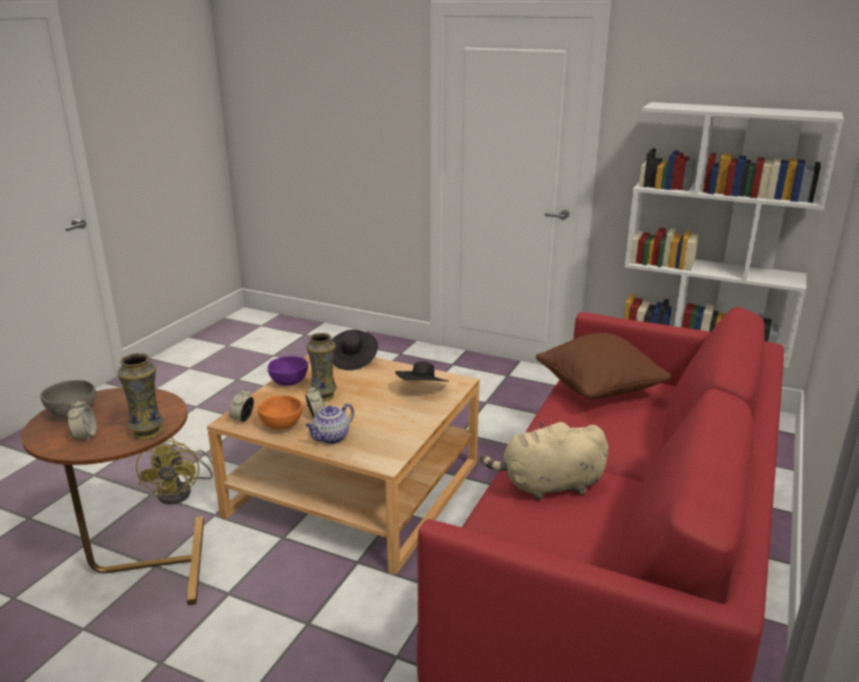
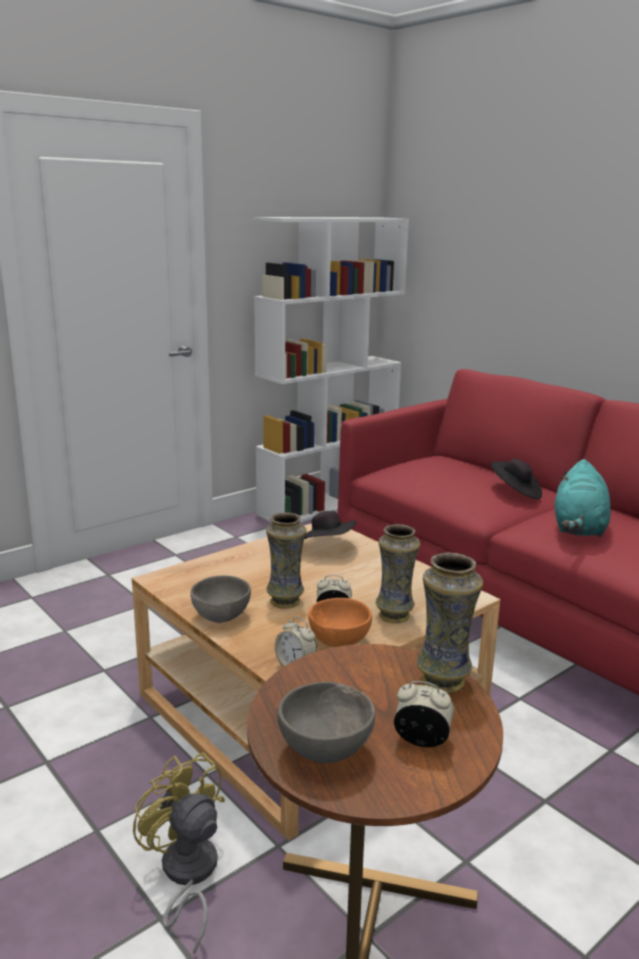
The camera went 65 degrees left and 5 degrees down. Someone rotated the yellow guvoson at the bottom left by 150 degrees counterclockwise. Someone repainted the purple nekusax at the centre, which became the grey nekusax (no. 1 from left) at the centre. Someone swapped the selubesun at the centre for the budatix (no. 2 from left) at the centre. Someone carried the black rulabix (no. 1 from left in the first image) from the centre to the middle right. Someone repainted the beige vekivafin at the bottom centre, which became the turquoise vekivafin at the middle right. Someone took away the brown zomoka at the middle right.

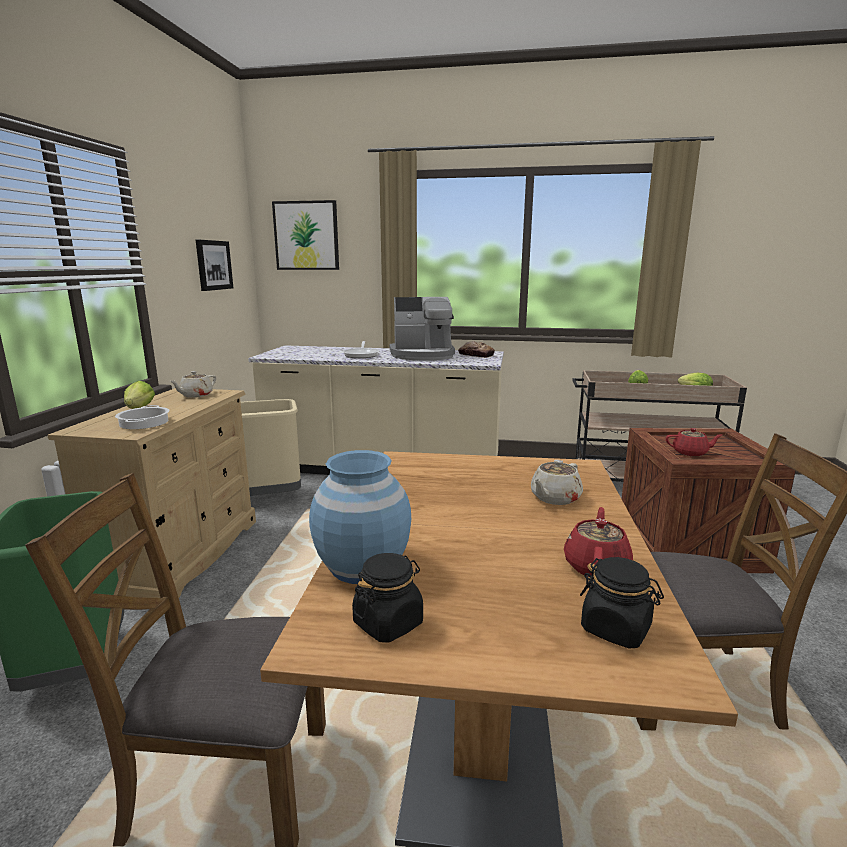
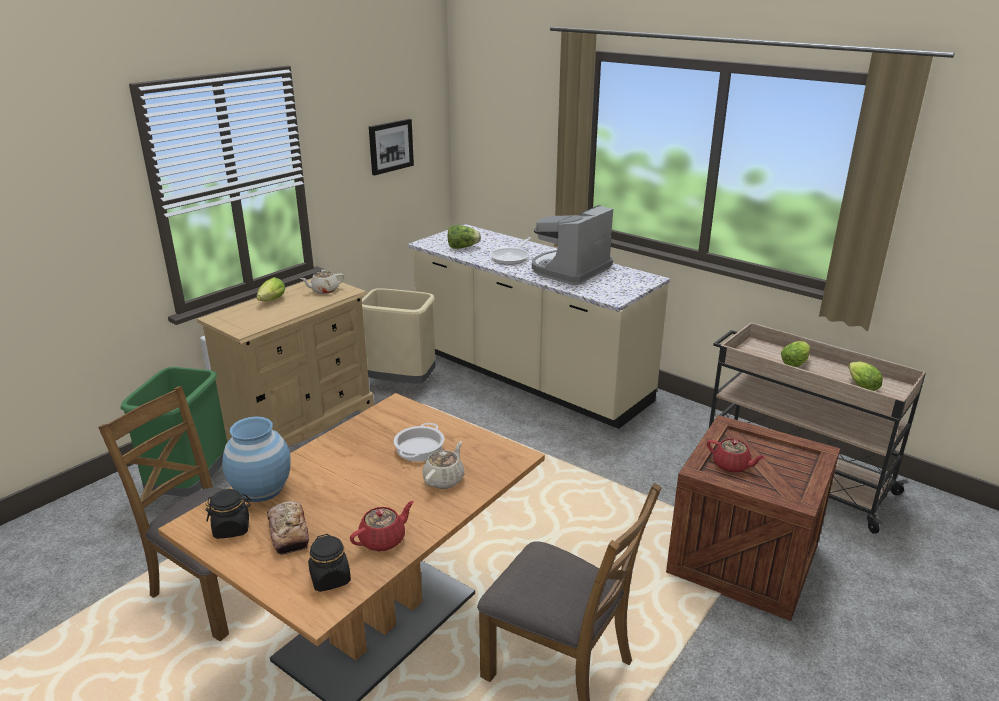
The camera went 30 degrees right and 10 degrees up. Someone carried the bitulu from the centre to the bottom left. Someone carried the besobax from the middle left to the centre. Someone rotated the beige selubesun (no. 2 from left) at the centre by 135 degrees clockwise. Someone put down the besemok (no. 2 from left) at the centre. Someone rotated the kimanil at the centre by 105 degrees clockwise. Someone took away the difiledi (no. 2 from left) at the top centre.

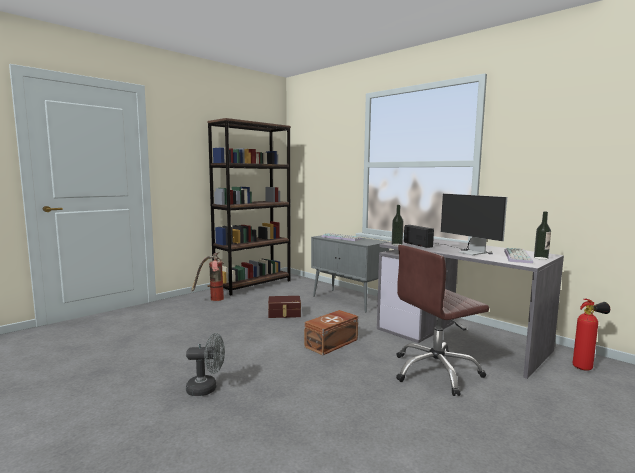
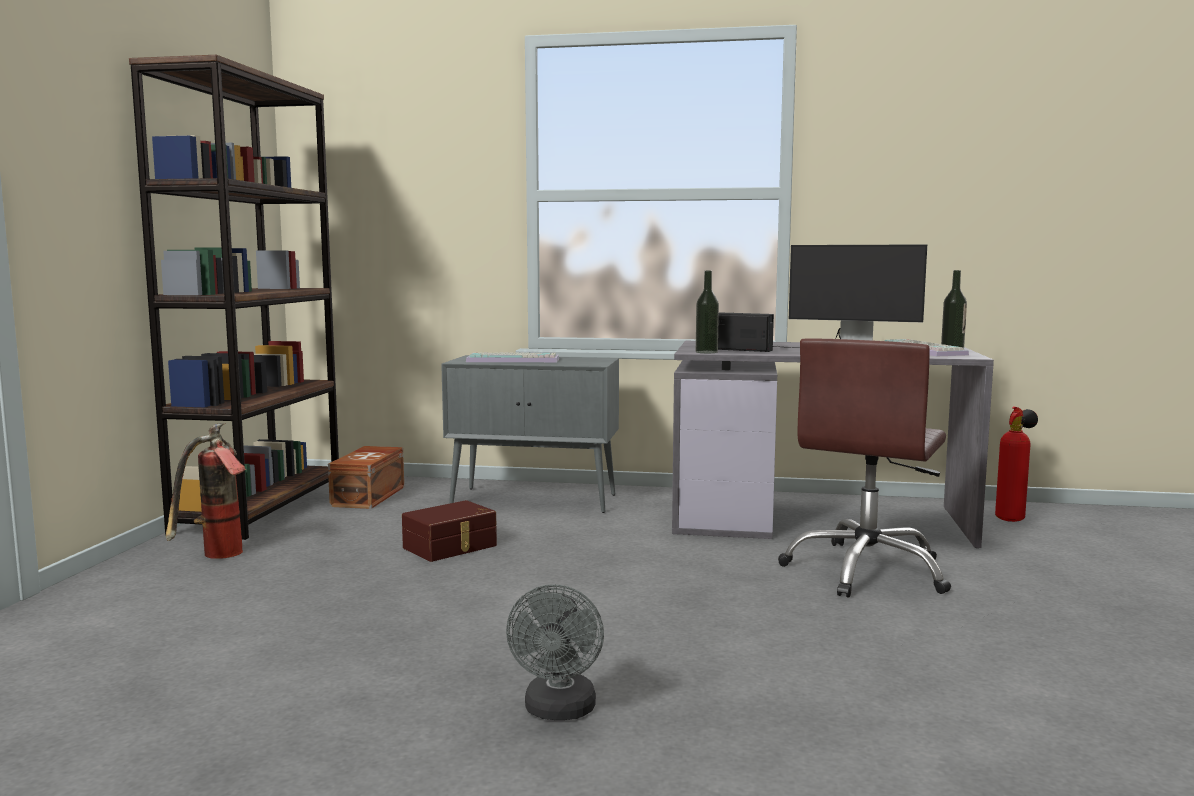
The camera went 35 degrees left and 0 degrees up. Someone carried the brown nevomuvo (no. 2 from left in the first image) from the bottom centre to the middle left. Someone rotated the grey guvoson at the bottom left by 135 degrees clockwise.

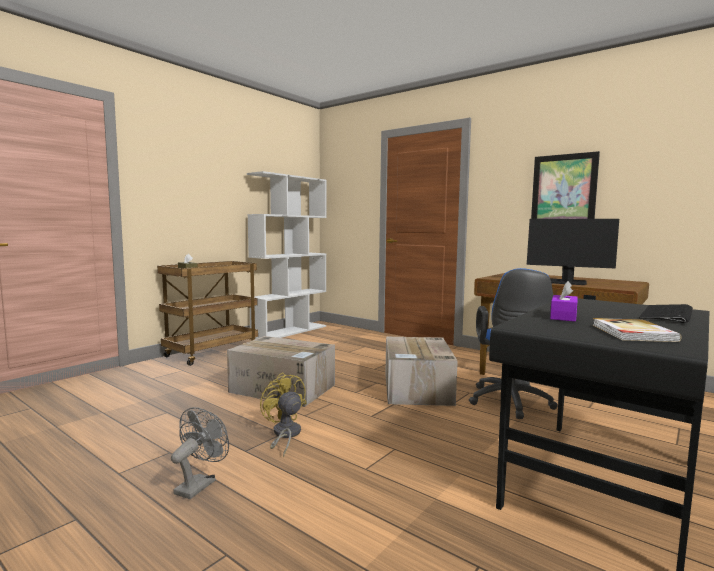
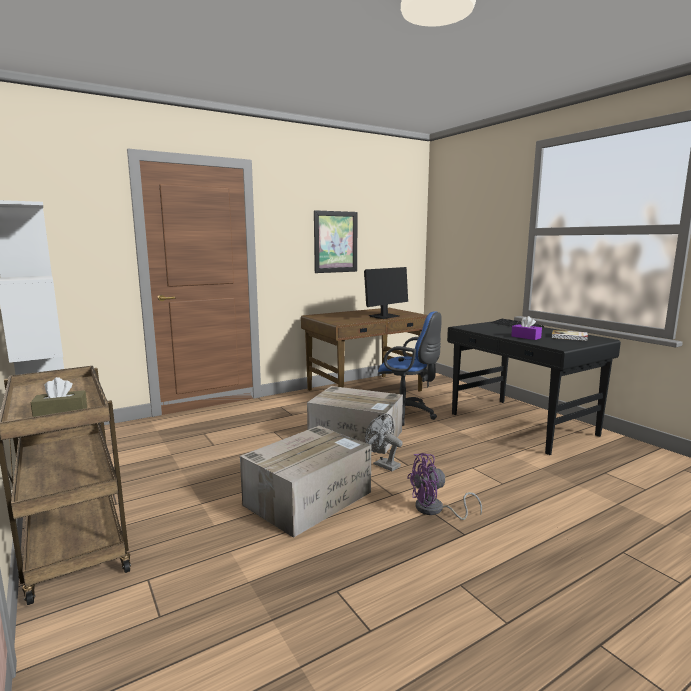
The camera went 70 degrees left and 5 degrees up. Someone carried the grey guvoson from the bottom left to the centre. Someone repainted the yellow guvoson at the bottom centre, which became the purple guvoson at the bottom centre.

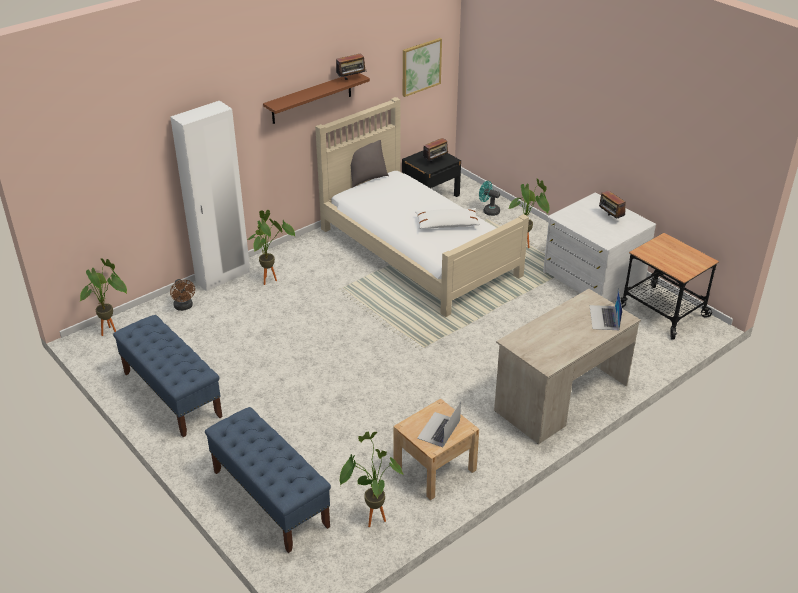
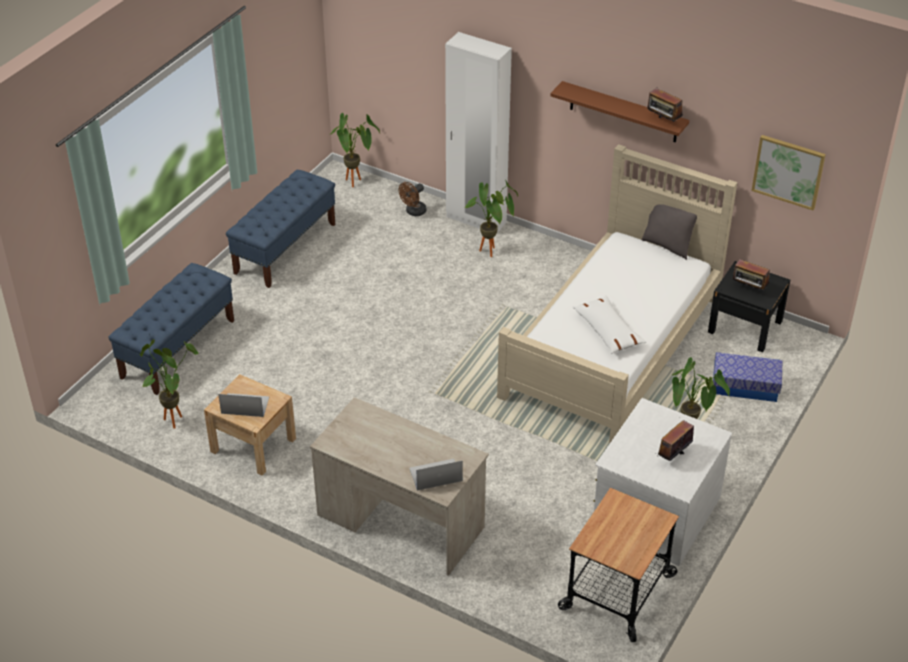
The camera went 70 degrees right and 5 degrees up. Someone swapped the turquoise guvoson at the centre for the nevomuvo at the middle right.

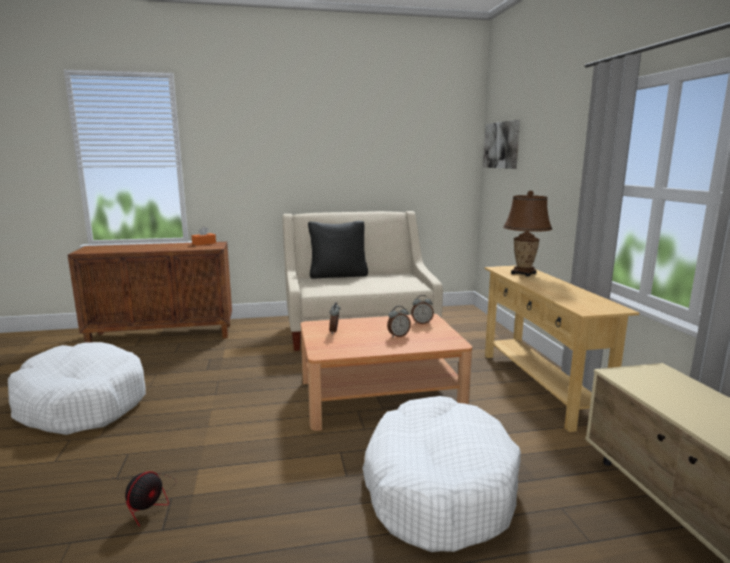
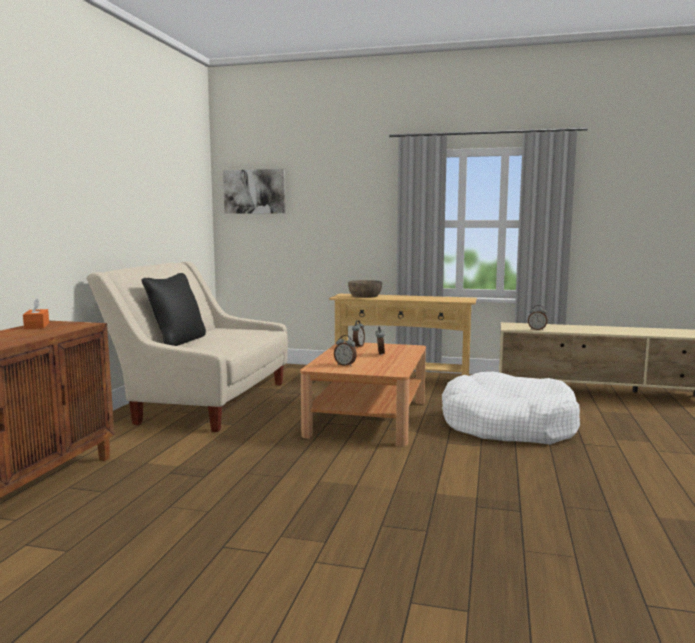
The camera went 65 degrees left and 5 degrees down. Someone swapped the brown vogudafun at the middle right for the brown nekusax at the centre. Someone put down the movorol (no. 4 from left) at the middle right. Someone took away the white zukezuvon (no. 1 from left) at the bottom left. Someone took away the guvoson at the bottom left.

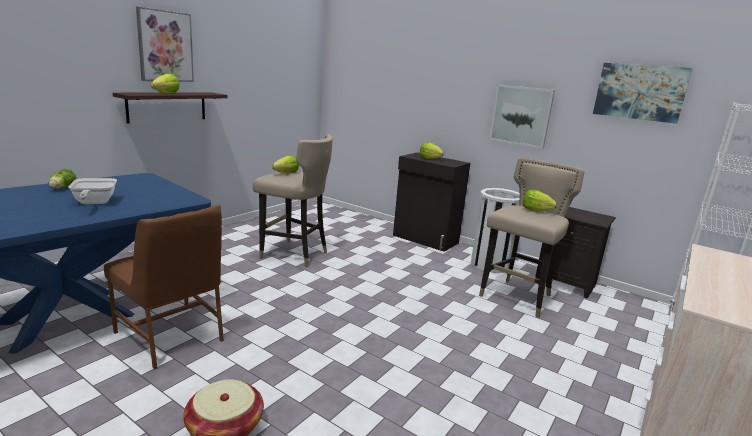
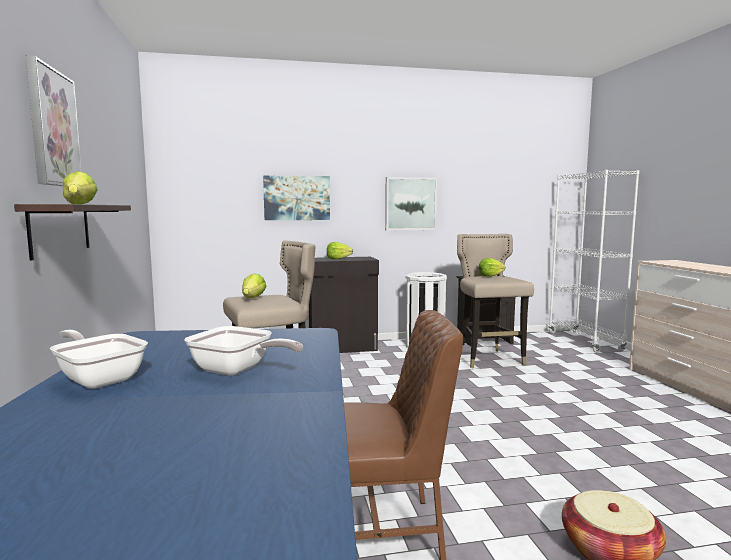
The camera went 45 degrees left and 10 degrees down. Someone swapped the besemok (no. 1 from left) at the middle left for the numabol (no. 1 from left) at the middle left. Someone carried the difiledi (no. 3 from left in the first image) from the top right to the centre.

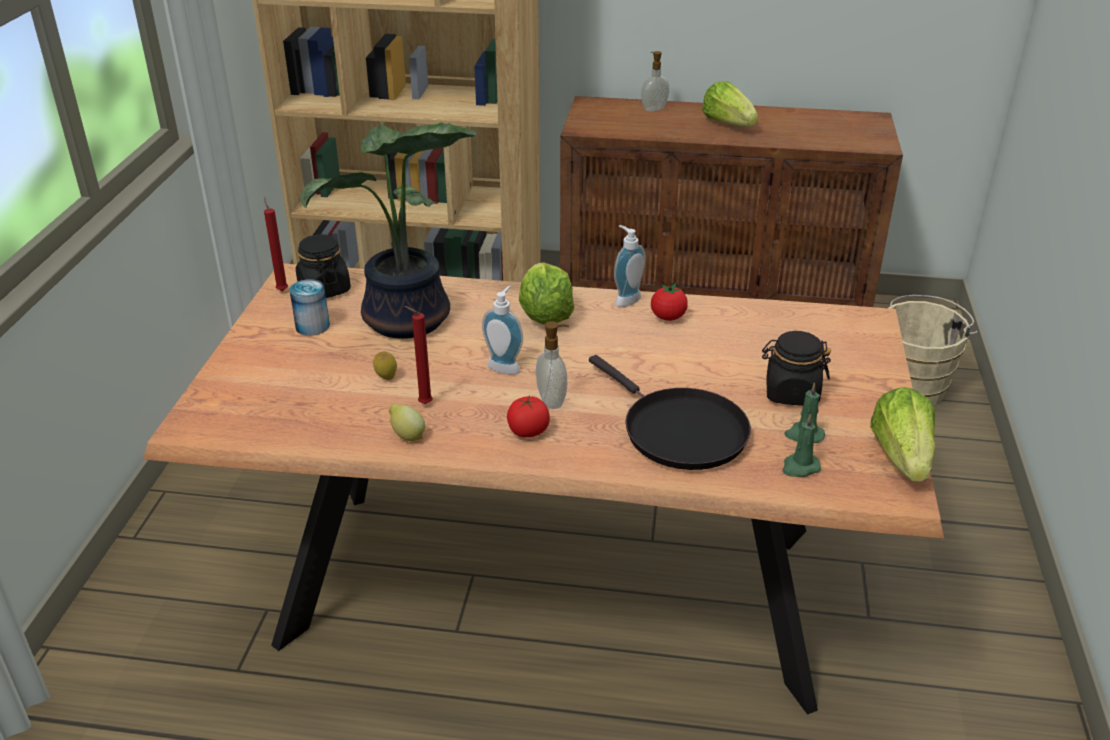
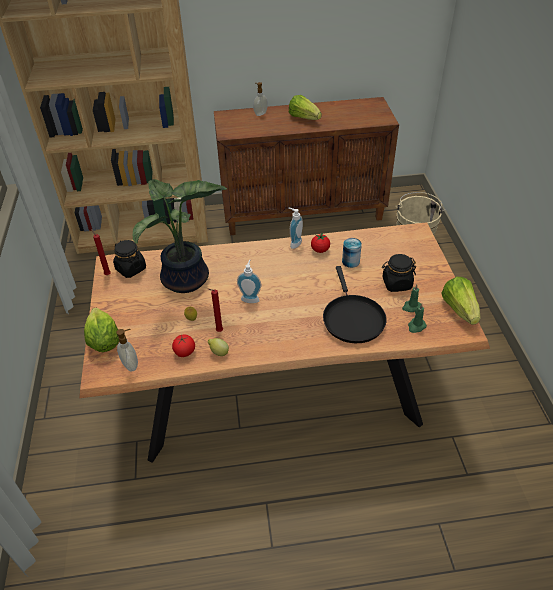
The camera went 15 degrees left and 10 degrees up. Someone carried the besemok (no. 1 from left) from the centre to the middle left. Someone carried the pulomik (no. 2 from left in the first image) from the centre to the middle left. Someone carried the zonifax (no. 1 from left) from the centre to the middle left. Someone rotated the black numabol at the centre by 45 degrees clockwise. Someone carried the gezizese from the middle left to the centre.

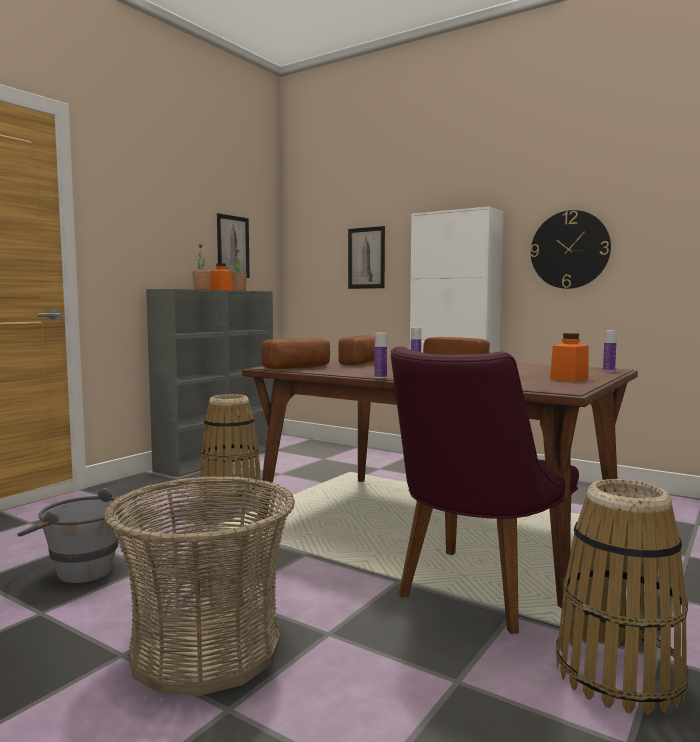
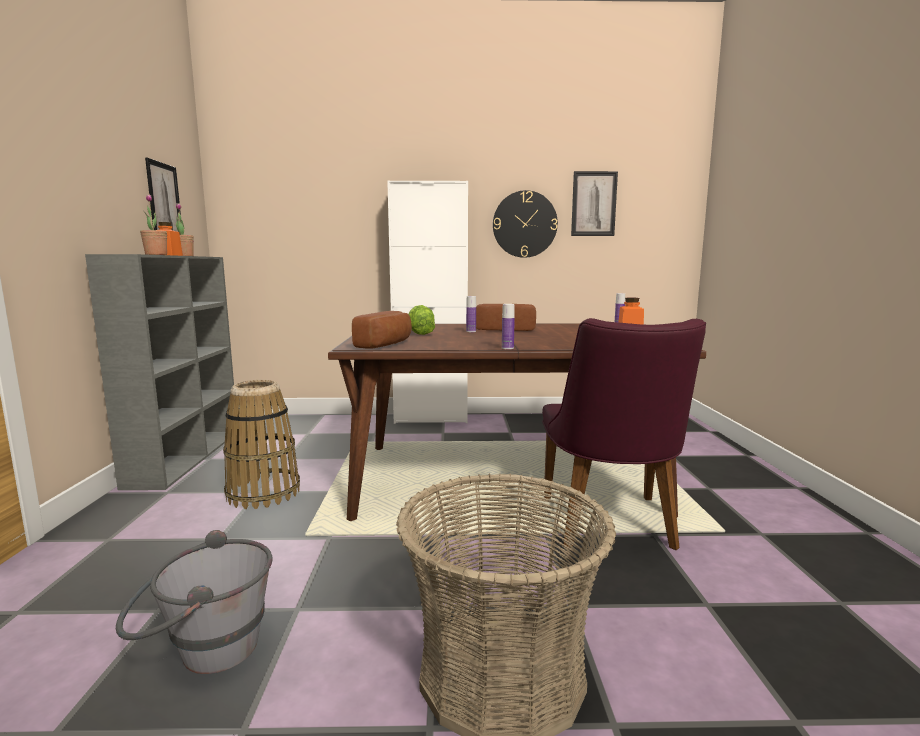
The camera went 35 degrees left and 5 degrees up. Someone swapped the bitulu (no. 2 from left) at the centre for the besemok at the centre. Someone carried the difiledi (no. 2 from left) from the centre to the top centre. Someone took away the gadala (no. 3 from left) at the bottom right.

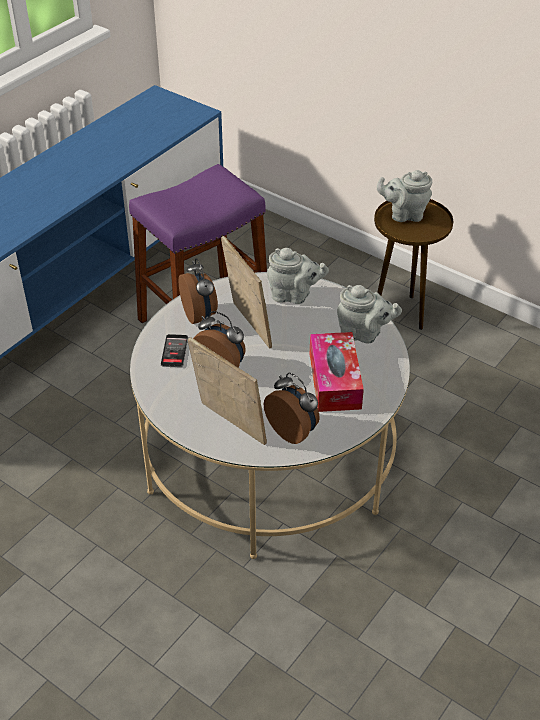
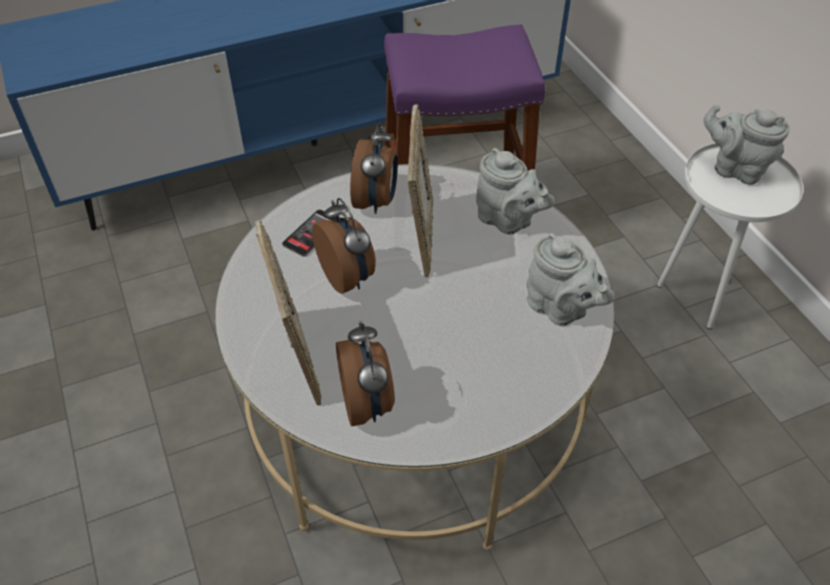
The camera went 30 degrees right and 5 degrees up. Someone repainted the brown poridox at the middle right, which became the white poridox at the middle right. Someone took away the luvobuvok at the centre.

